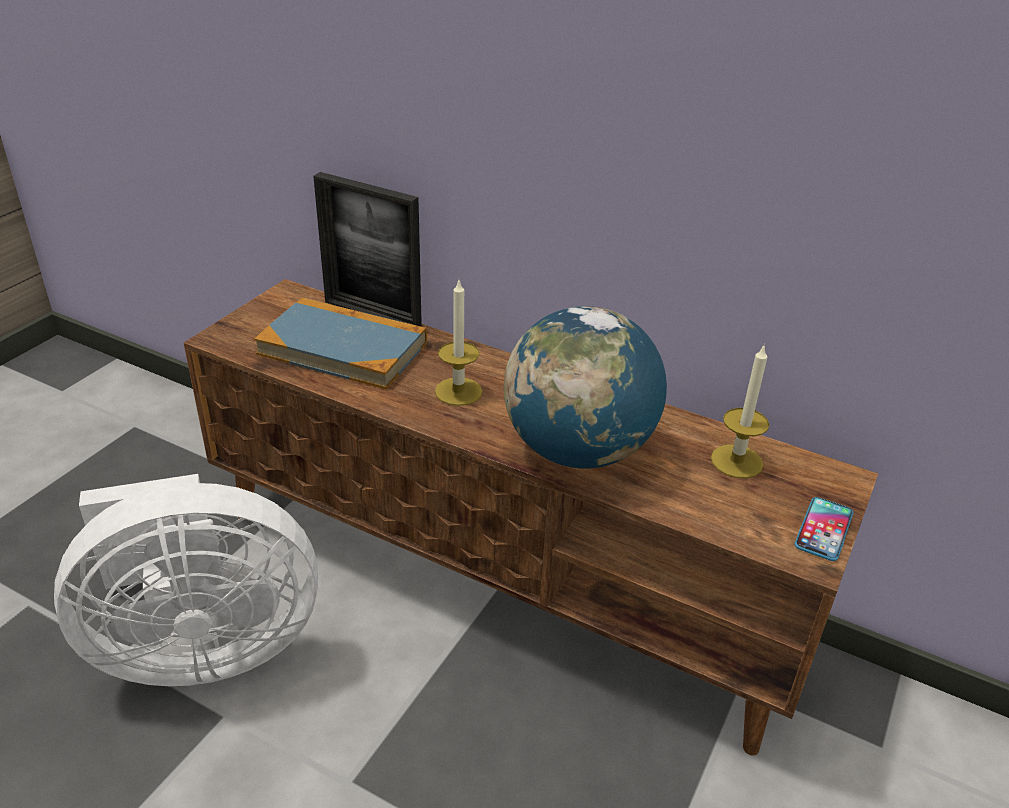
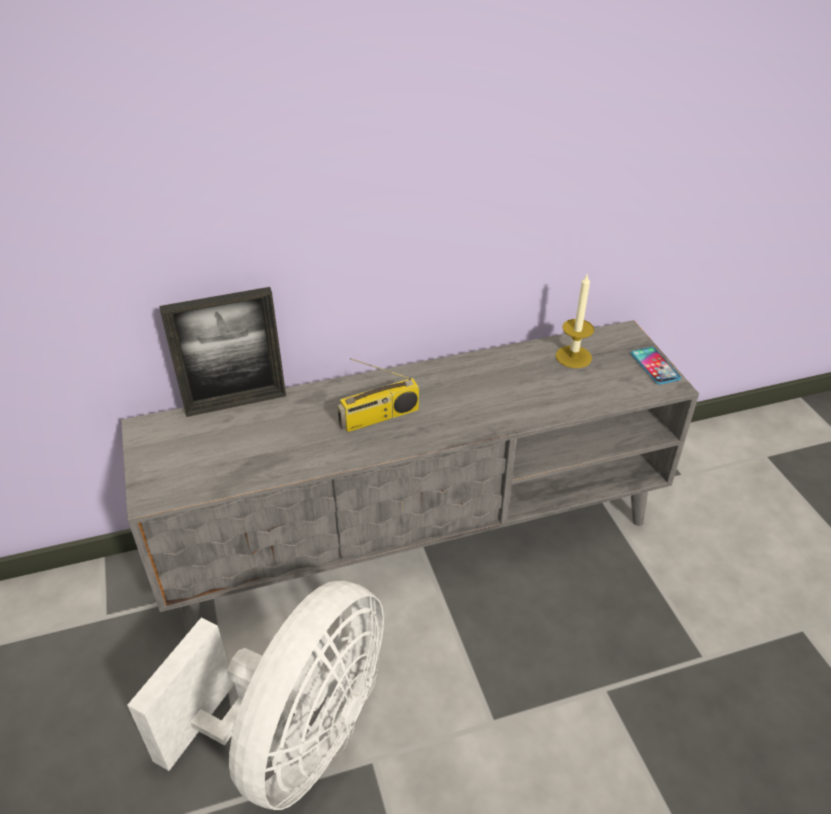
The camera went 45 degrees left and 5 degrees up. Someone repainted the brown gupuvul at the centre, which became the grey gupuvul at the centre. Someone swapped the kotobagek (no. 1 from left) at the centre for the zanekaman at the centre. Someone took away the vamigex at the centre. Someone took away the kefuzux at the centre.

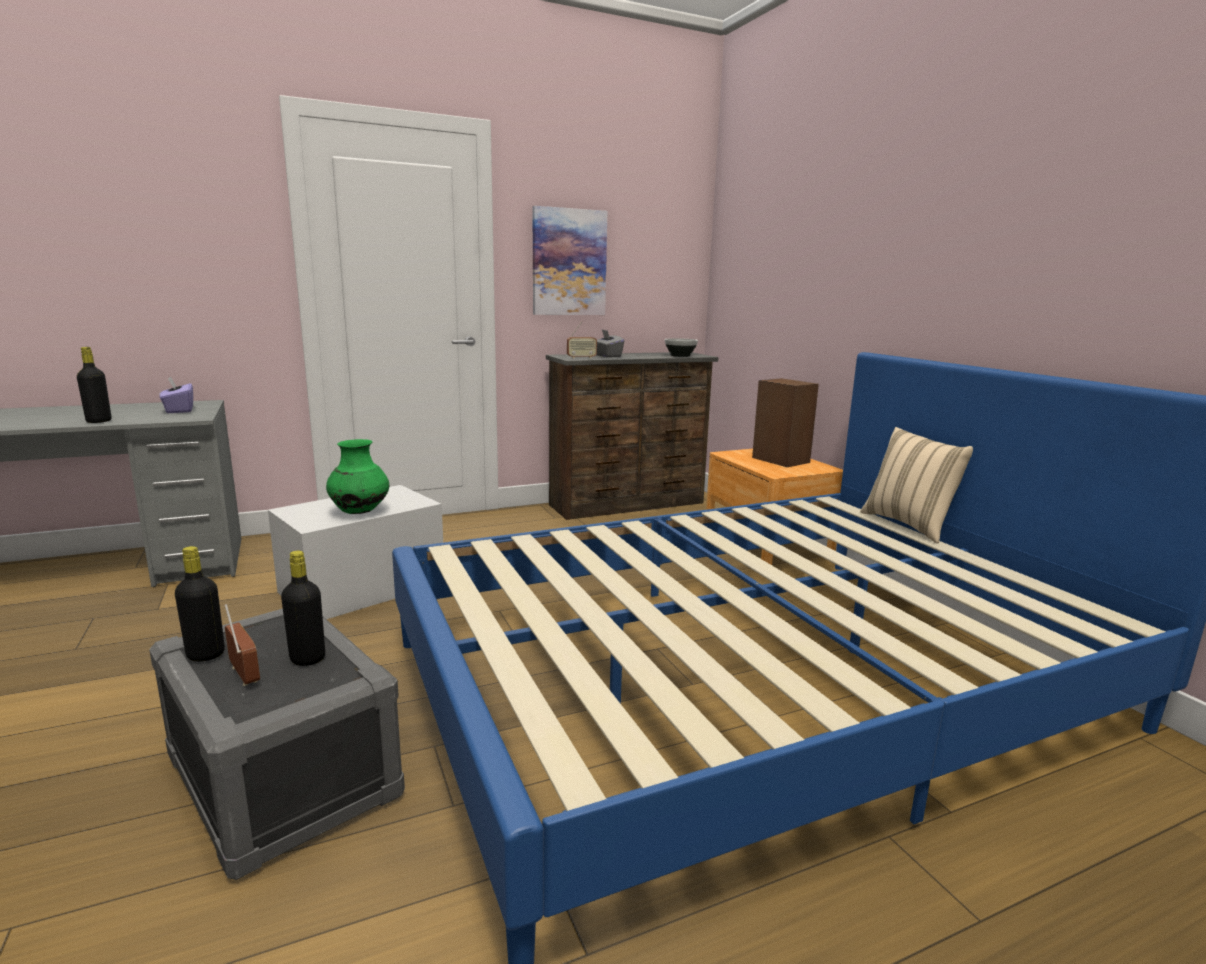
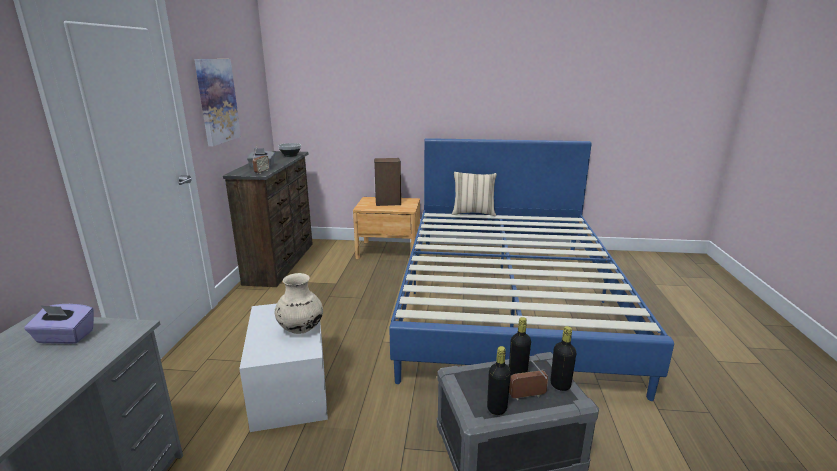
The camera went 60 degrees left and 5 degrees up. Someone repainted the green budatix at the middle left, which became the beige budatix at the centre. Someone carried the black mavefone (no. 1 from left in the first image) from the middle left to the bottom right.

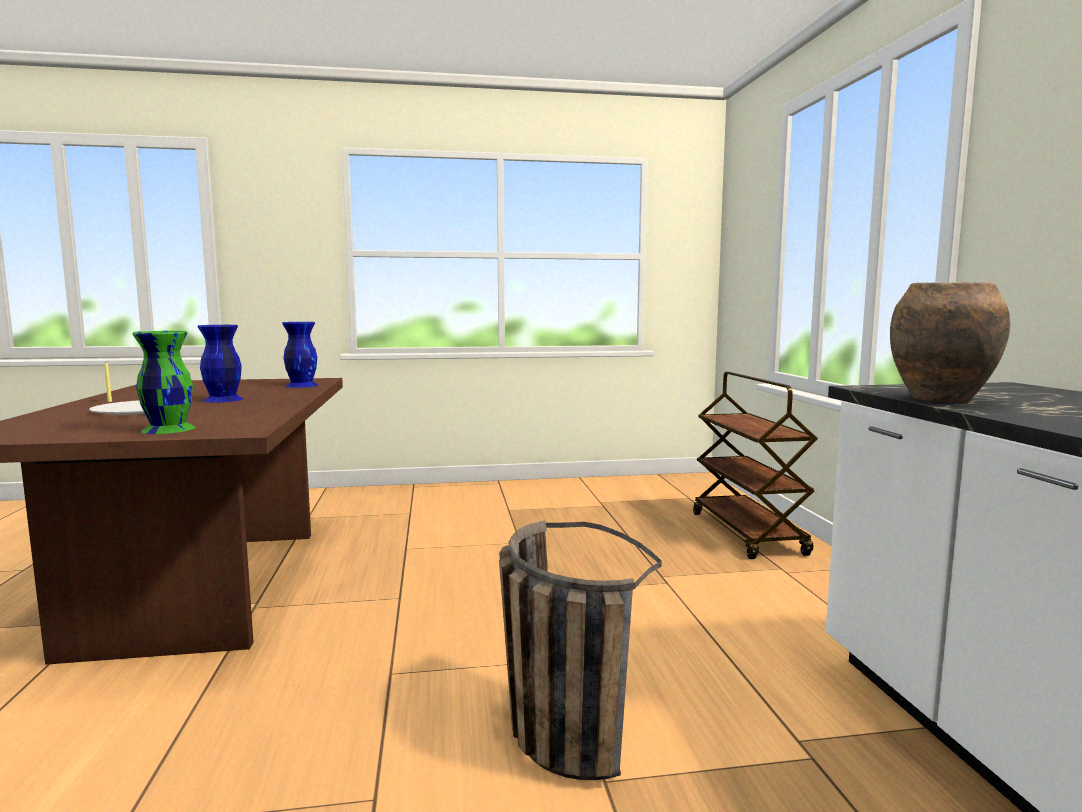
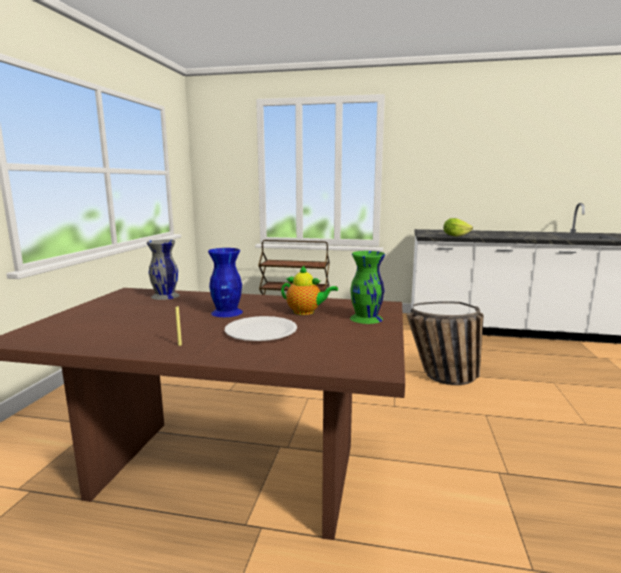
The camera went 70 degrees left and 5 degrees up. Someone repainted the blue budatix (no. 2 from left) at the middle left, which became the grey budatix at the middle left. Someone put down the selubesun at the centre. Someone swapped the brown budatix at the middle right for the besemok at the middle right.

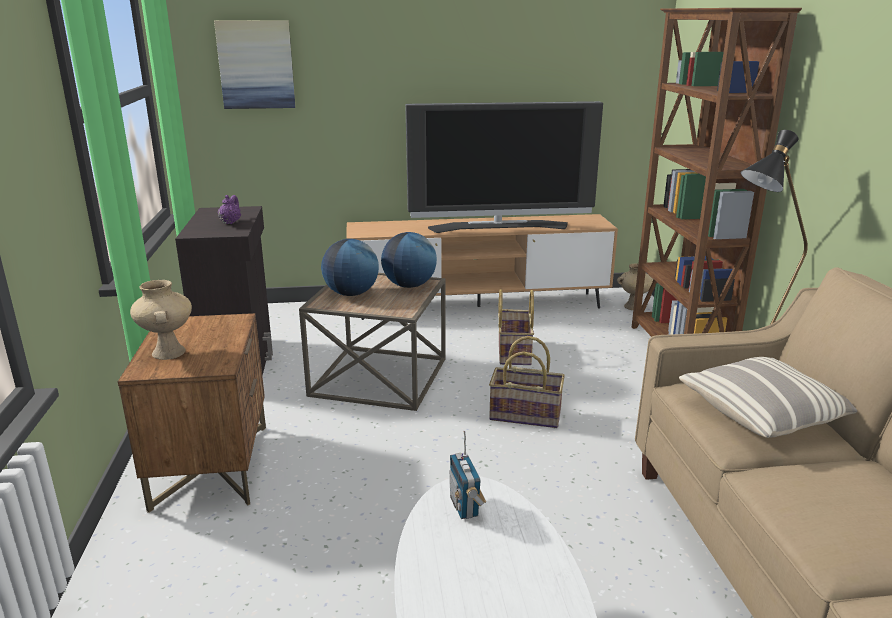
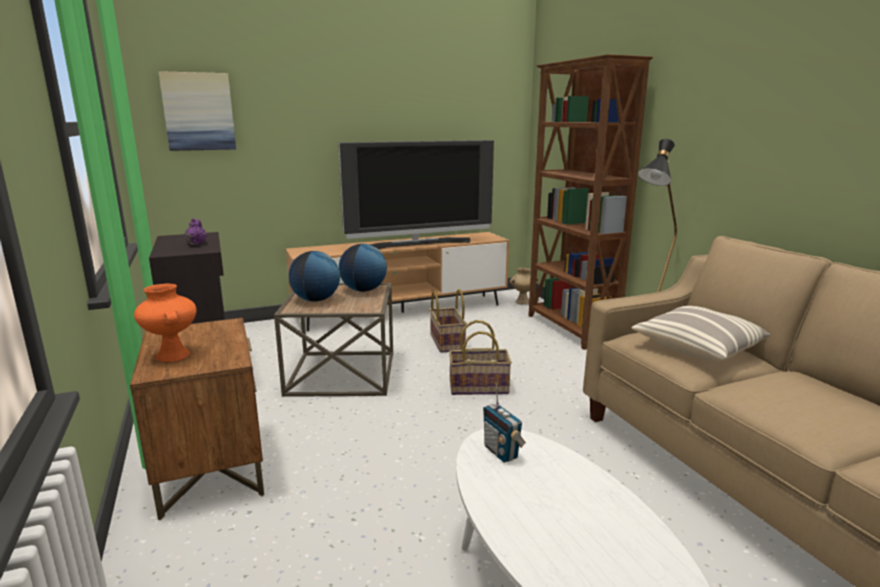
The camera went 15 degrees left and 5 degrees down. Someone repainted the beige budatix (no. 1 from left) at the middle left, which became the orange budatix at the middle left.

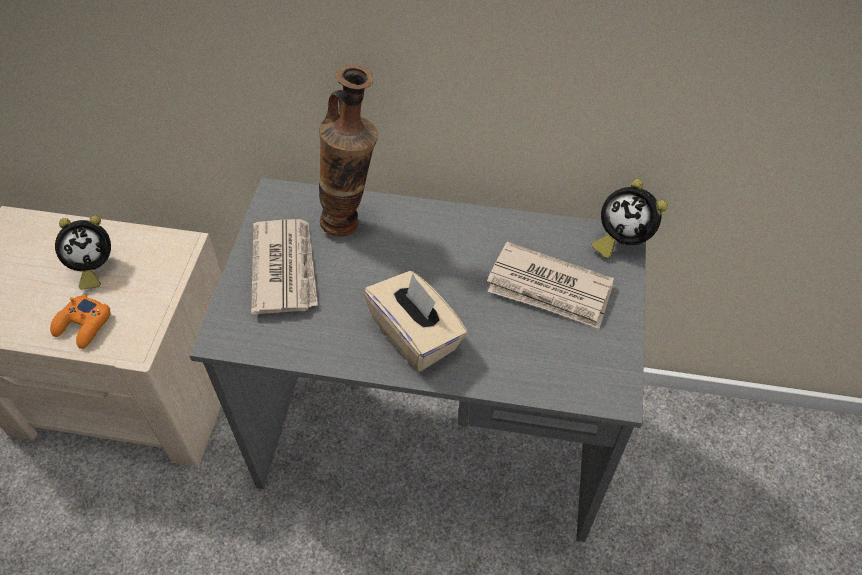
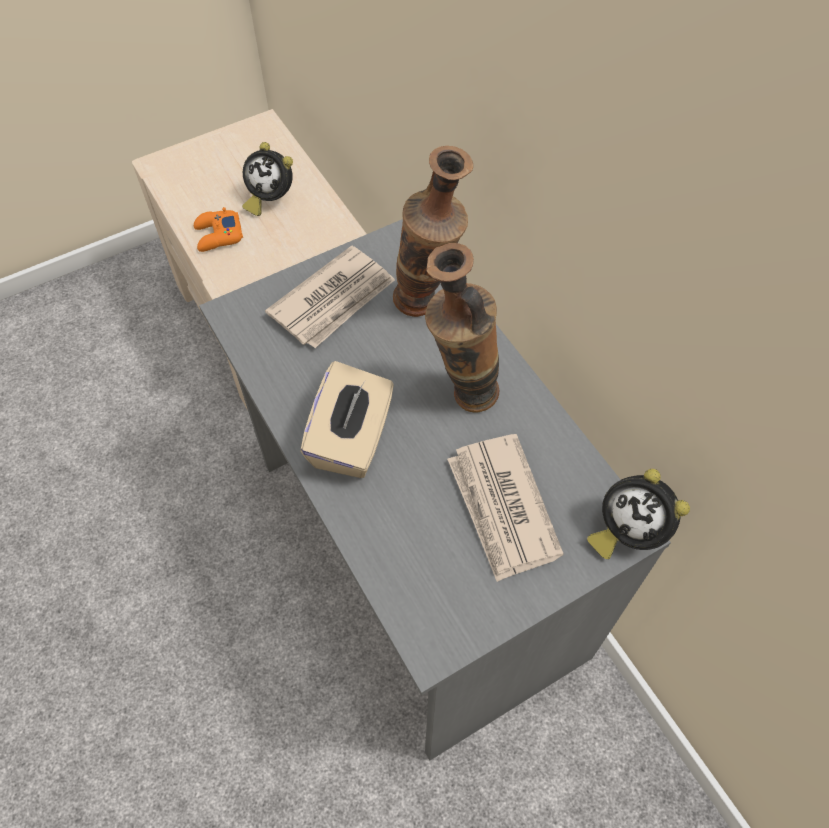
The camera went 50 degrees right and 5 degrees up. Someone put down the budatix (no. 2 from left) at the centre. Someone rotated the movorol (no. 2 from left) at the middle right by 45 degrees counterclockwise.

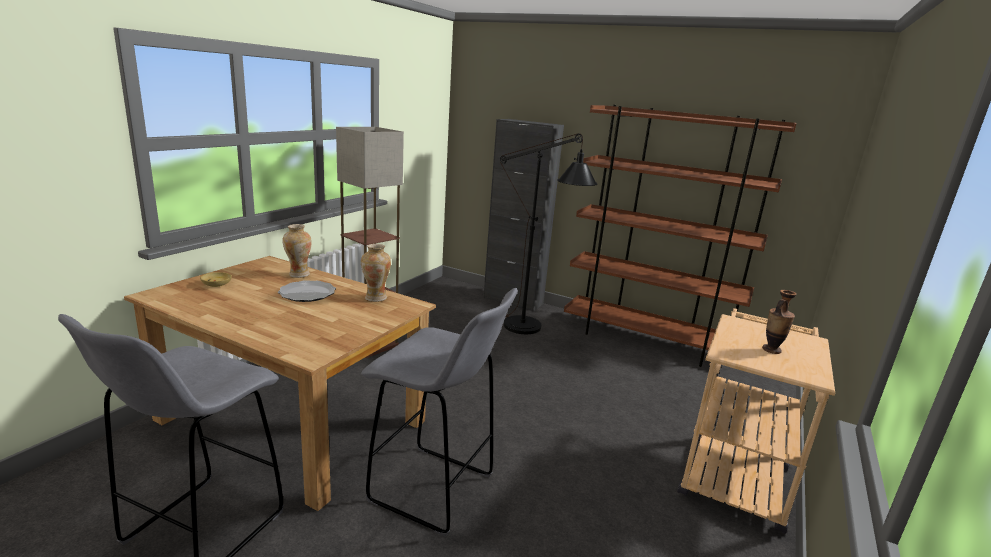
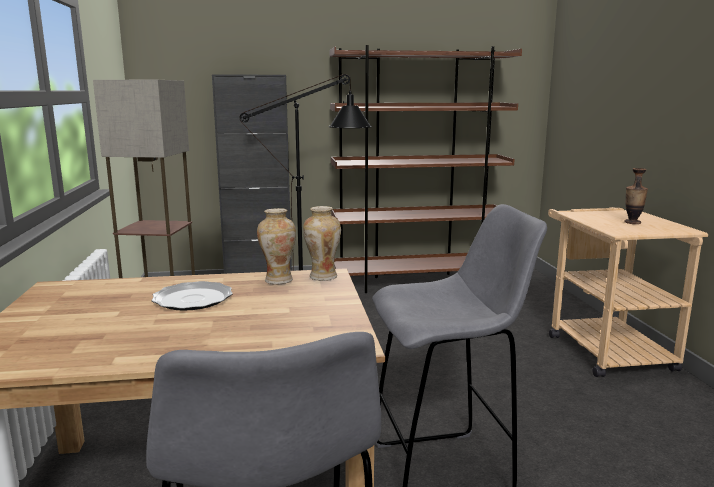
The camera went 35 degrees left and 5 degrees down. Someone carried the budatix (no. 1 from left in the first image) from the middle left to the centre. Someone took away the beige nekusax at the middle left.

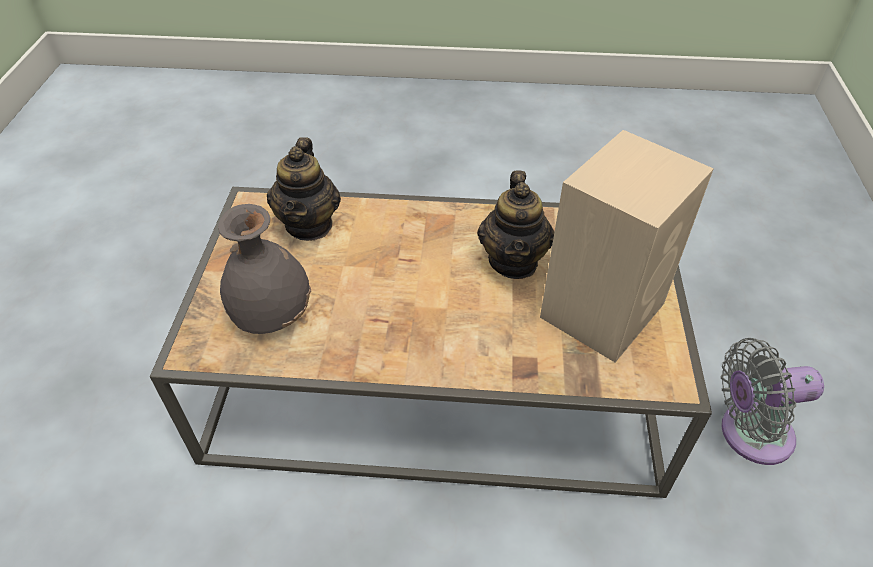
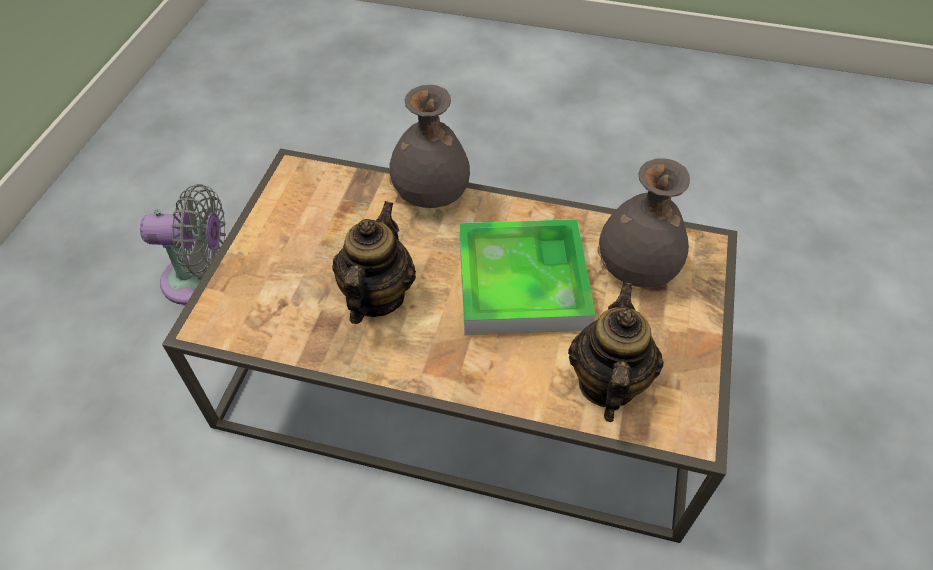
The camera went 170 degrees left and 5 degrees up. Someone put down the grey budatix (no. 1 from left) at the top centre. Someone put down the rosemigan at the centre. Someone took away the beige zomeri at the middle right.

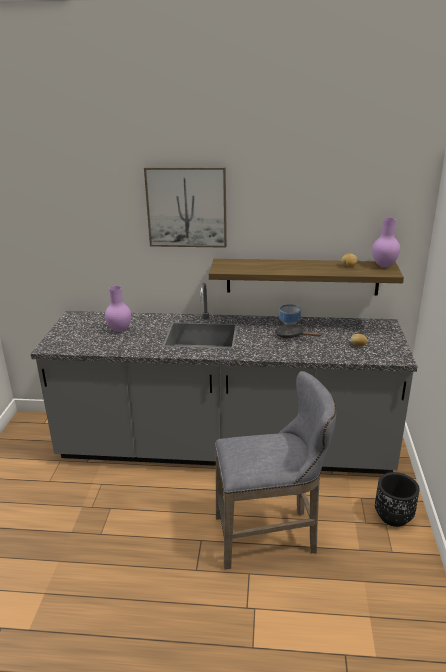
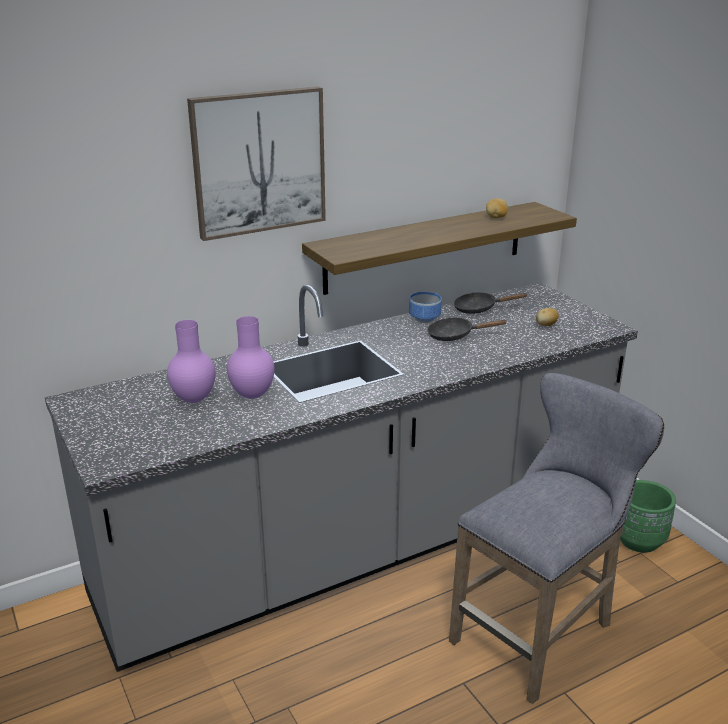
The camera went 35 degrees left and 0 degrees up. Someone carried the purple budatix (no. 2 from left) from the middle right to the centre. Someone put down the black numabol (no. 2 from left) at the middle right. Someone repainted the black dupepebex at the bottom right, which became the green dupepebex at the bottom right.

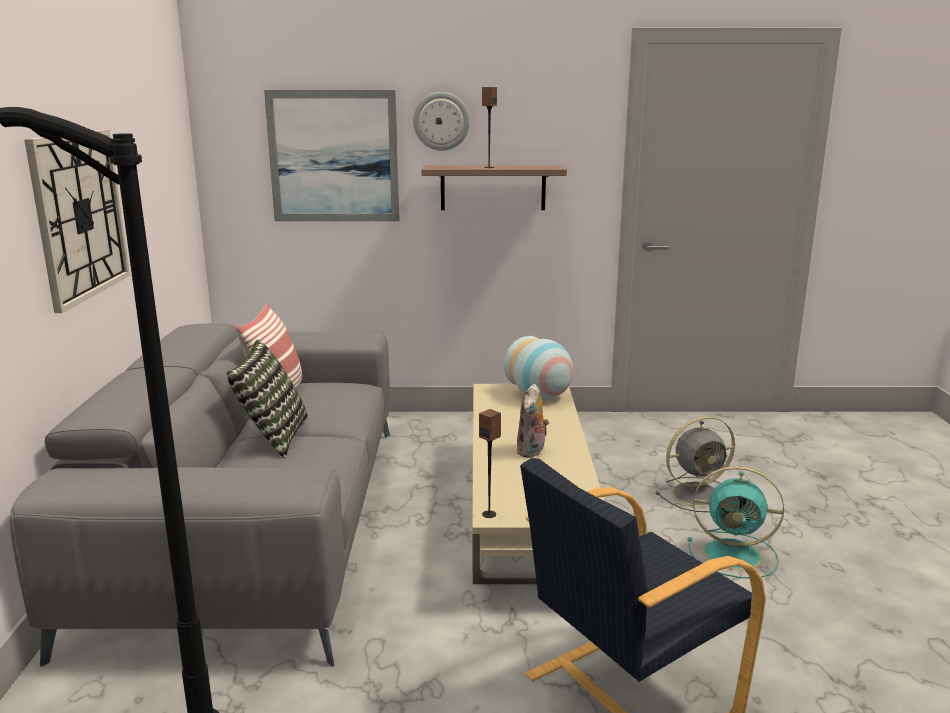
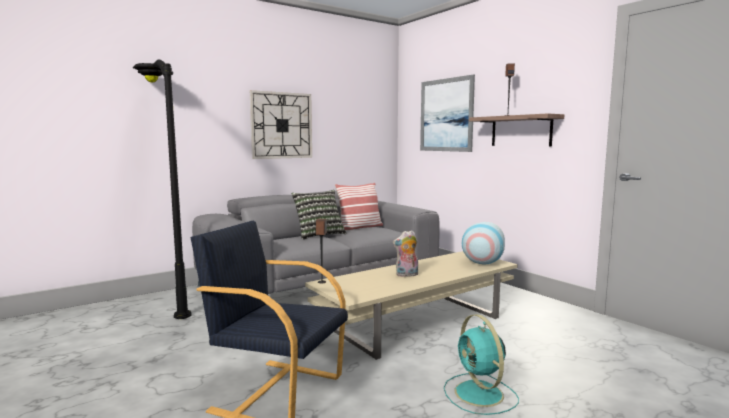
The camera went 55 degrees right and 10 degrees down. Someone took away the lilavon (no. 2 from left) at the top centre. Someone took away the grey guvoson at the middle right.

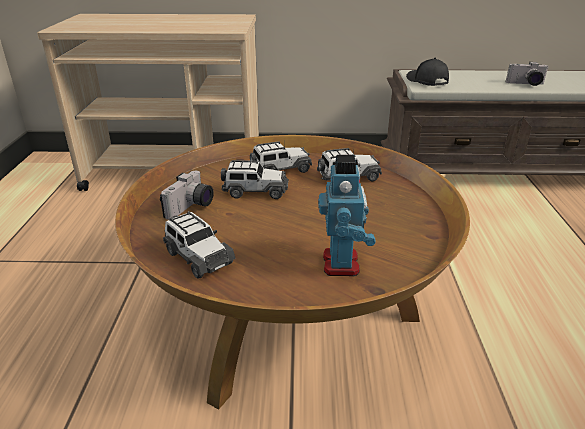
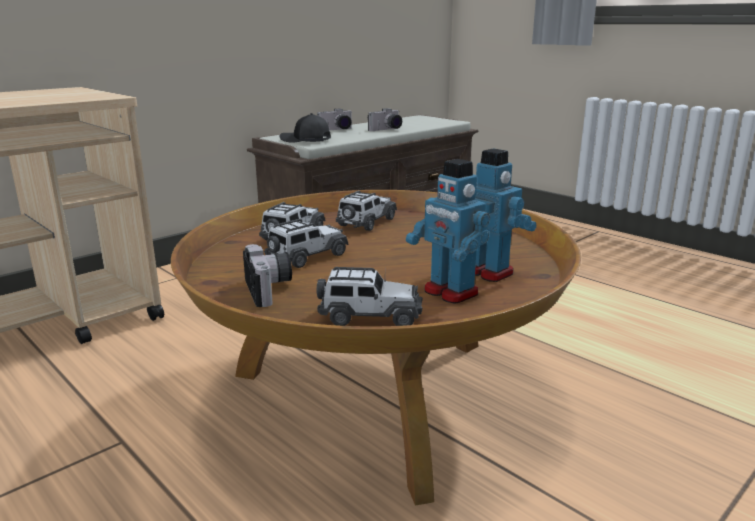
The camera went 45 degrees left and 10 degrees down. Someone put down the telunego (no. 2 from left) at the top centre. Someone put down the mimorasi (no. 1 from left) at the centre.

